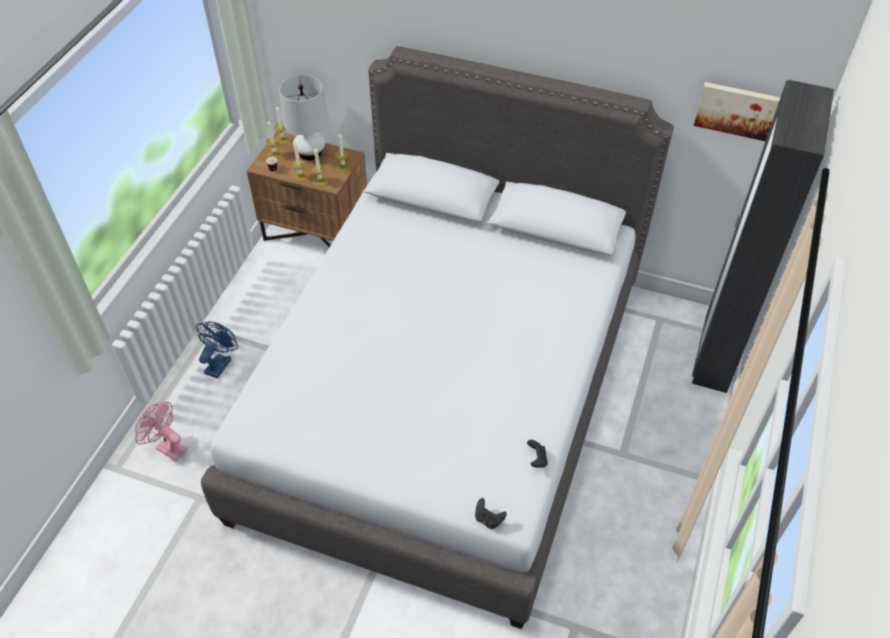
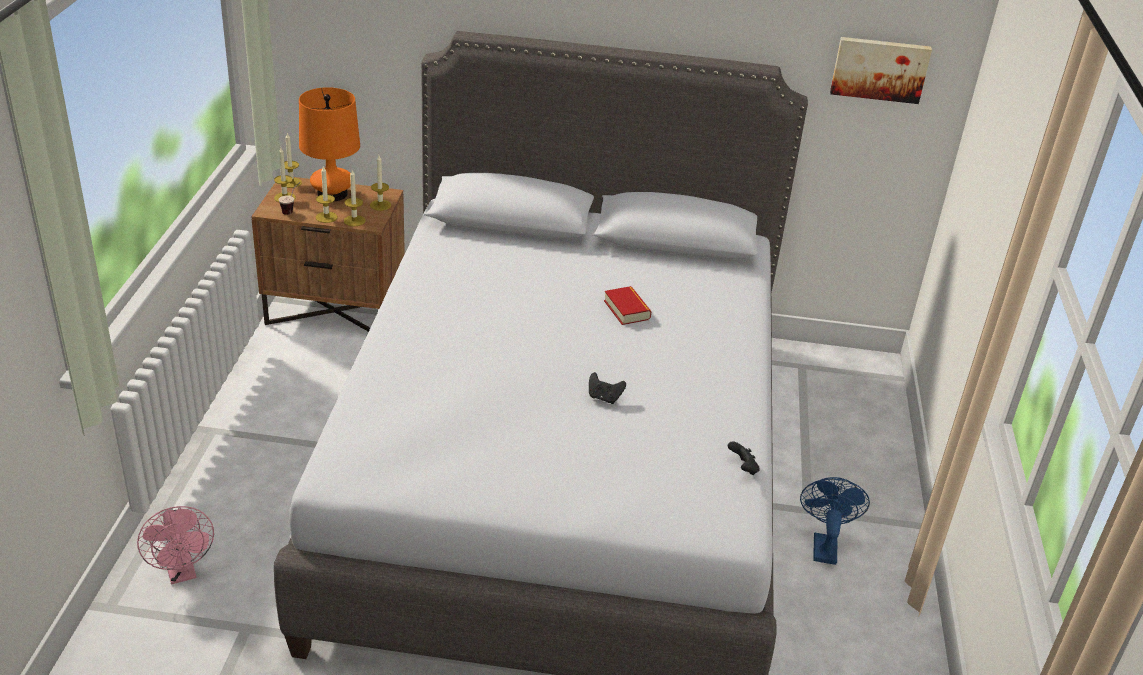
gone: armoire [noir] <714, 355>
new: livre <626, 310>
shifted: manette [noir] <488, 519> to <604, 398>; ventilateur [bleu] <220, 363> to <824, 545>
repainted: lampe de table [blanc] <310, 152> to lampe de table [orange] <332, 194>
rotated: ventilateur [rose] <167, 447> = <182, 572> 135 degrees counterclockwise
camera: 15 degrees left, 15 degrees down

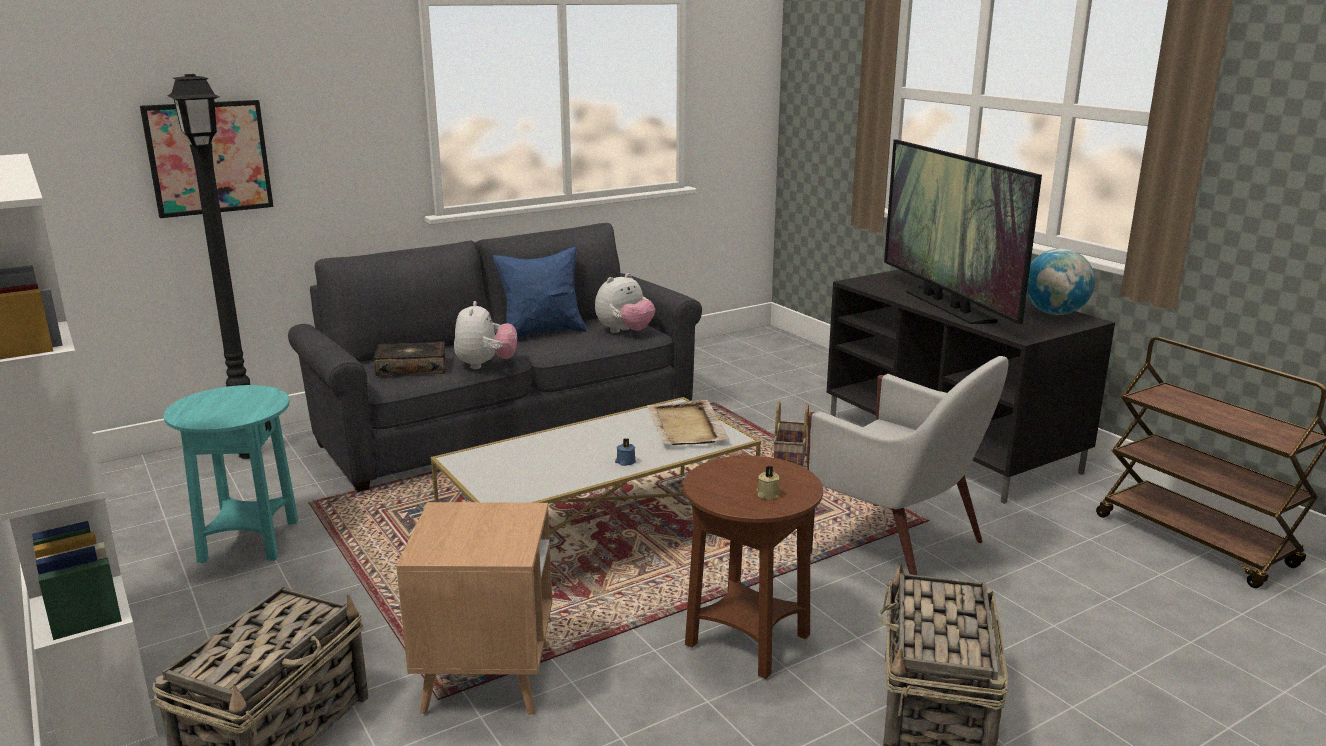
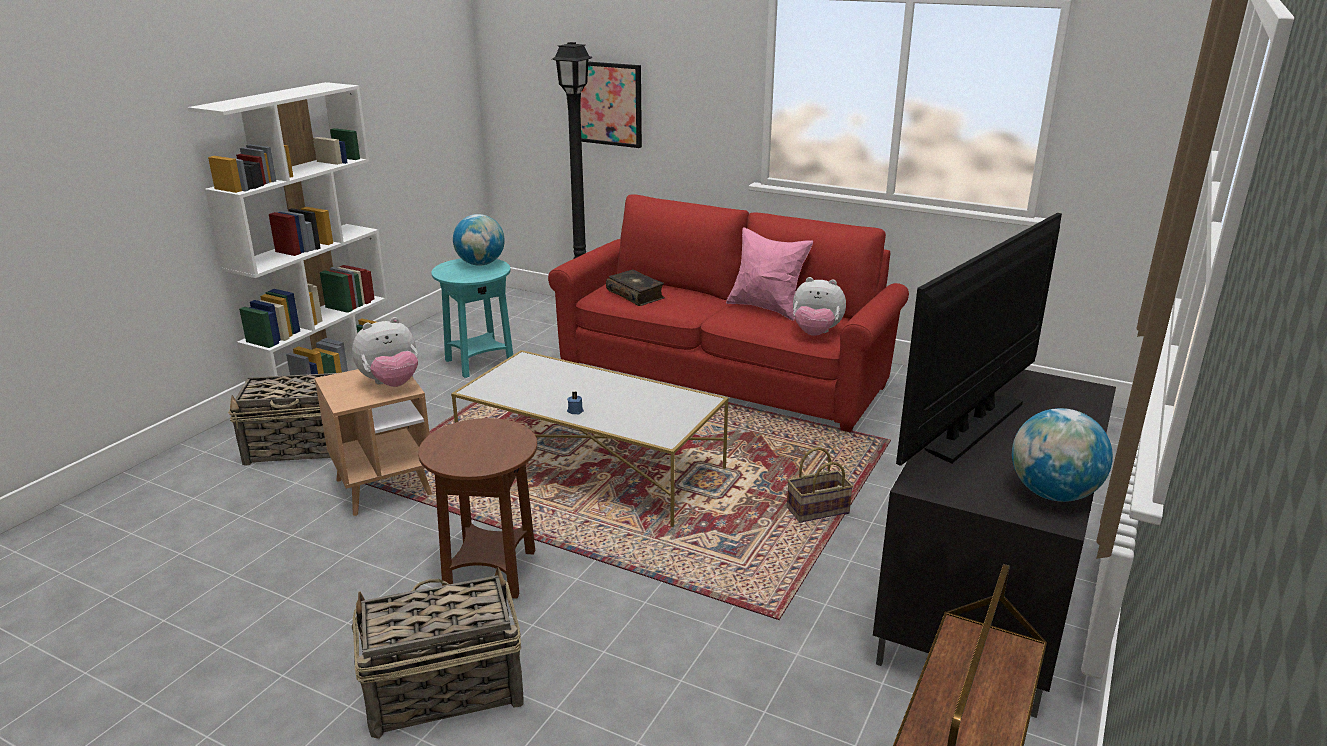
gone: plateau [beige] <686, 427>; bougie [beige] <767, 494>; fauteuil [blanc] <898, 549>
new: globe <481, 264>
shifted: peluche <485, 365> to <391, 384>
repainted: canapé [gris] <505, 424> to canapé [rouge] <725, 373>; coussin [bleu] <542, 333> to coussin [rose] <766, 308>
camera: 60 degrees right, 5 degrees up

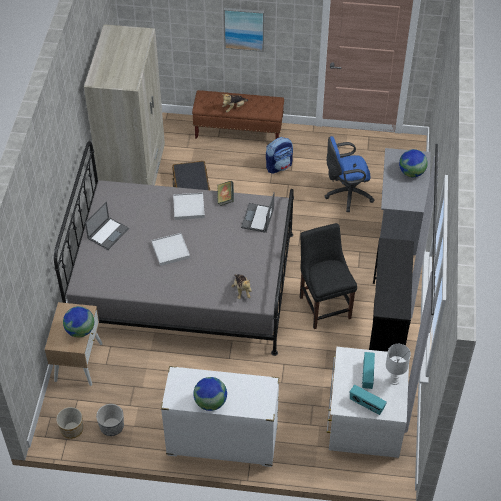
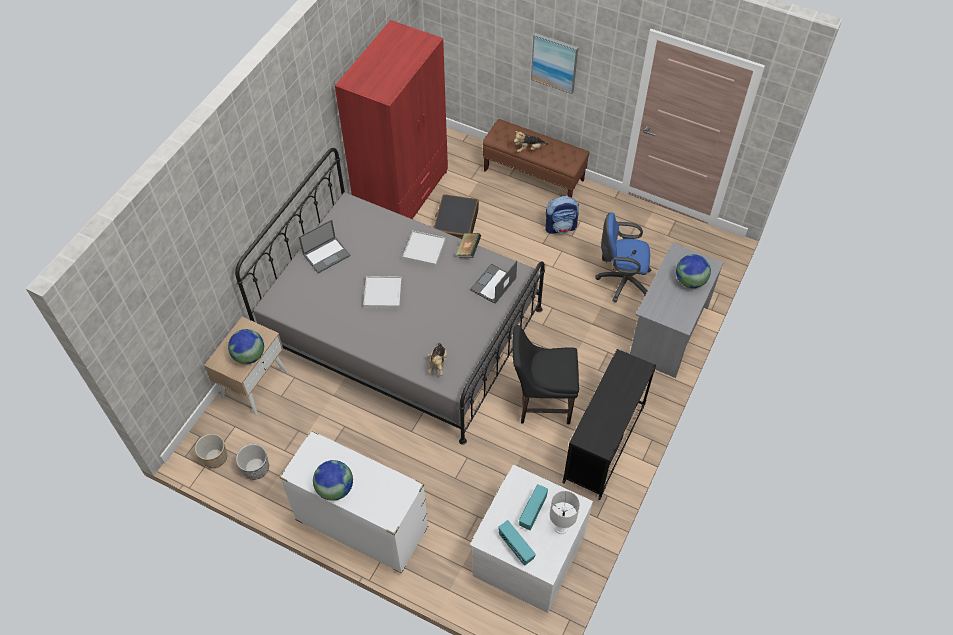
repainted: armoire [beige] <134, 175> to armoire [rouge] <403, 194>
rotated: chaise [noir] <324, 305> = <541, 403> 90 degrees counterclockwise
camera: 20 degrees right, 5 degrees up

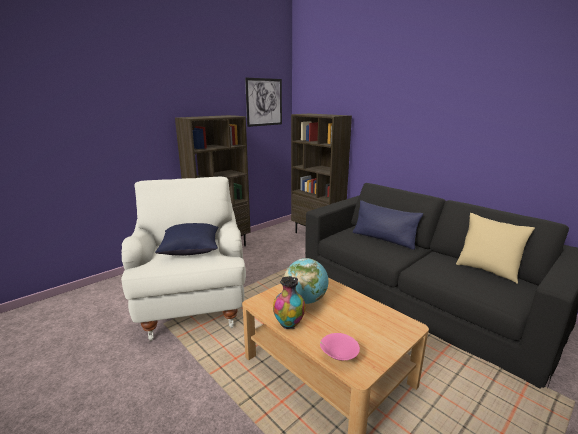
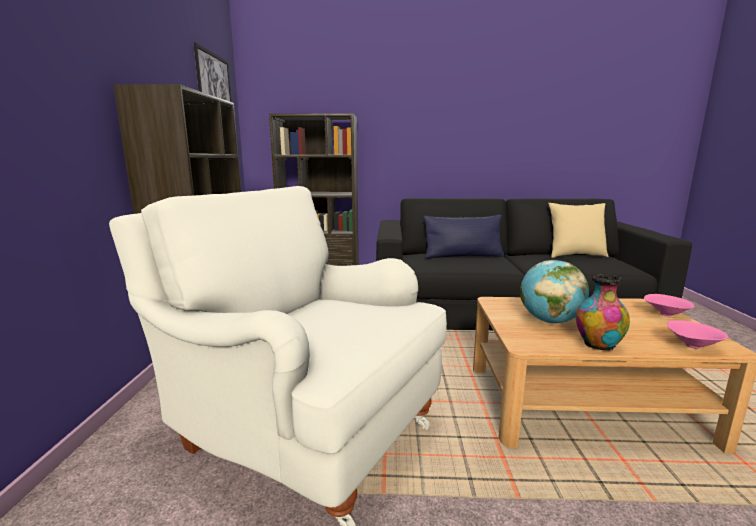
gone: coussin [bleu] <191, 249>
new: bol [rose] <664, 314>
camera: 45 degrees left, 5 degrees down

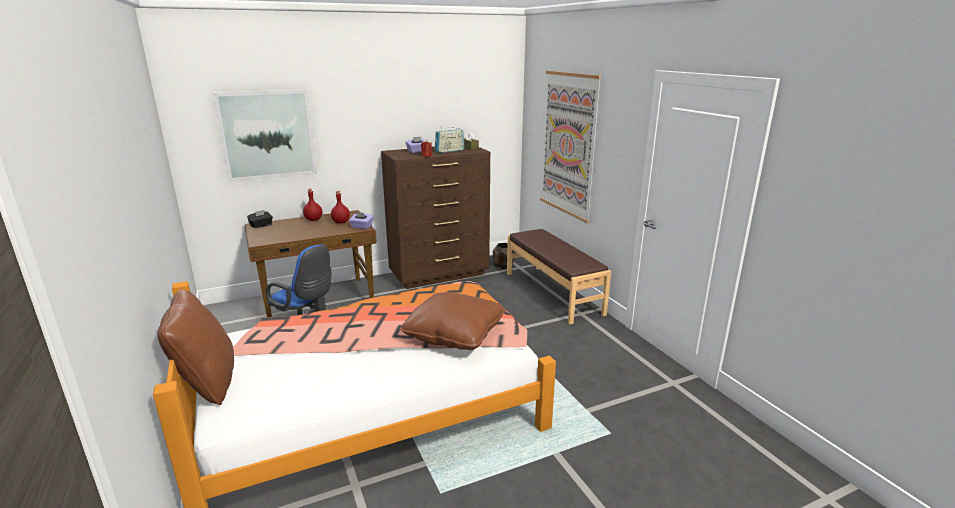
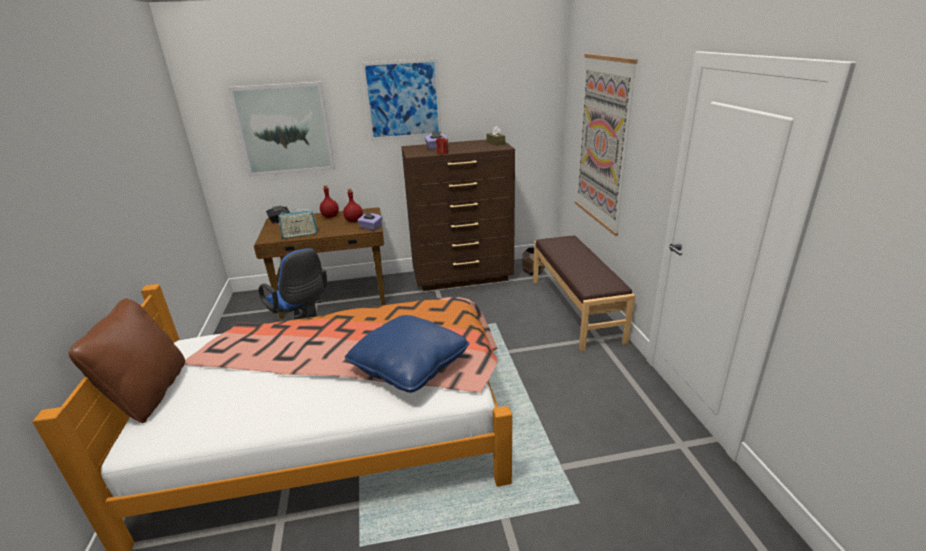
new: tableau <403, 100>
shifted: radio <449, 151> to <300, 235>
repainted: coussin [marron] <454, 334> to coussin [bleu] <409, 366>
camera: 15 degrees right, 5 degrees up

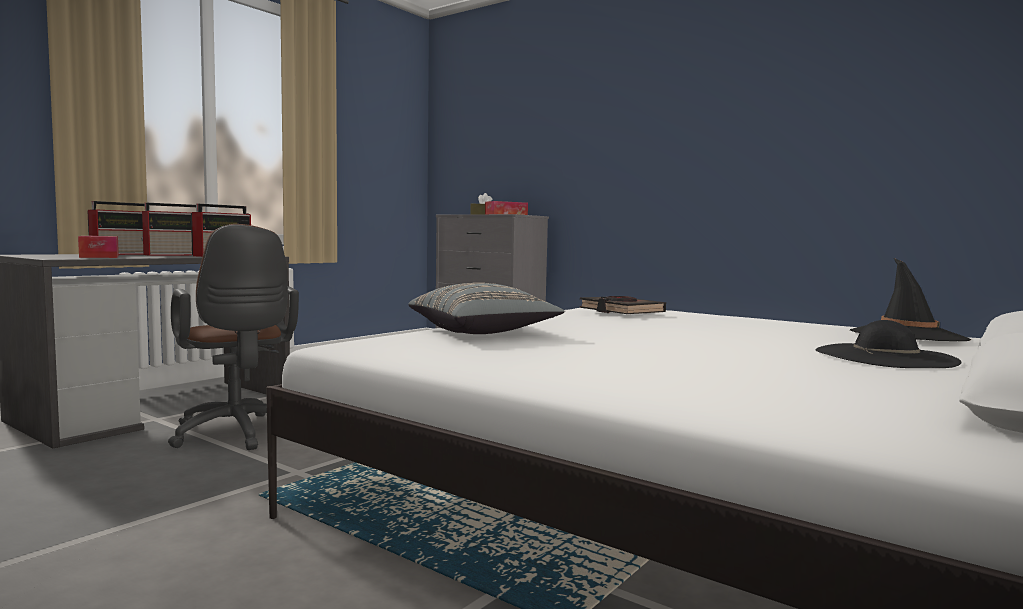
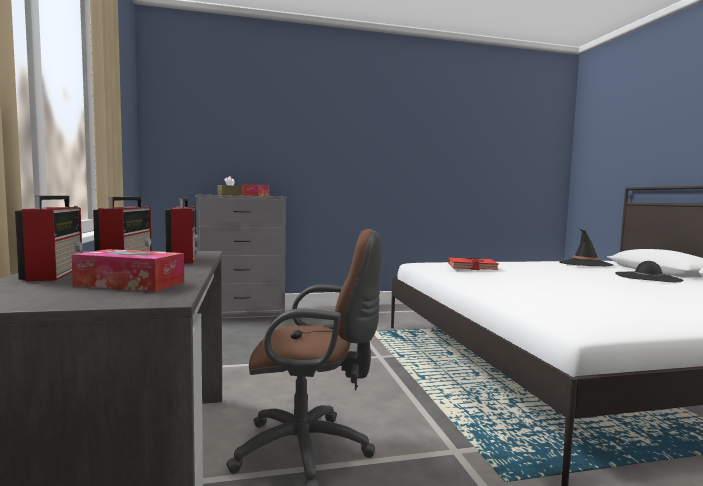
gone: coussin [gris] <483, 332>
repainted: livre [noir] <621, 311> to livre [rouge] <472, 267>
camera: 50 degrees left, 0 degrees up

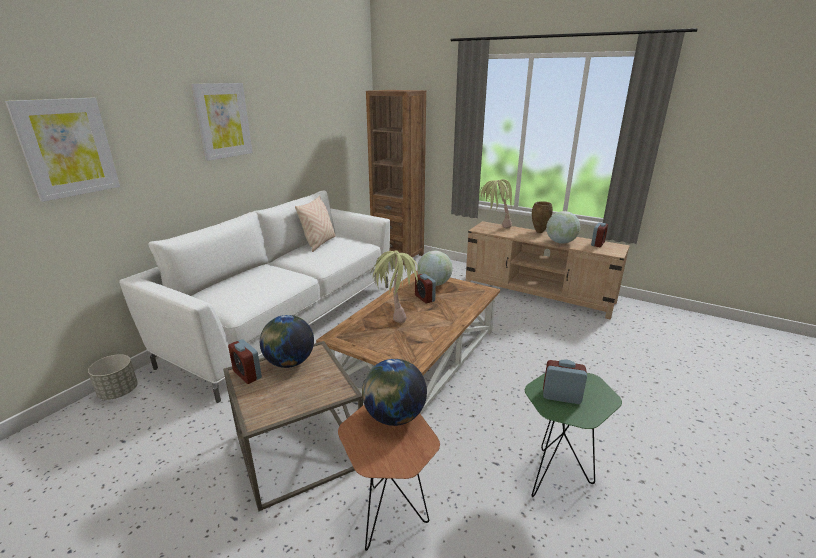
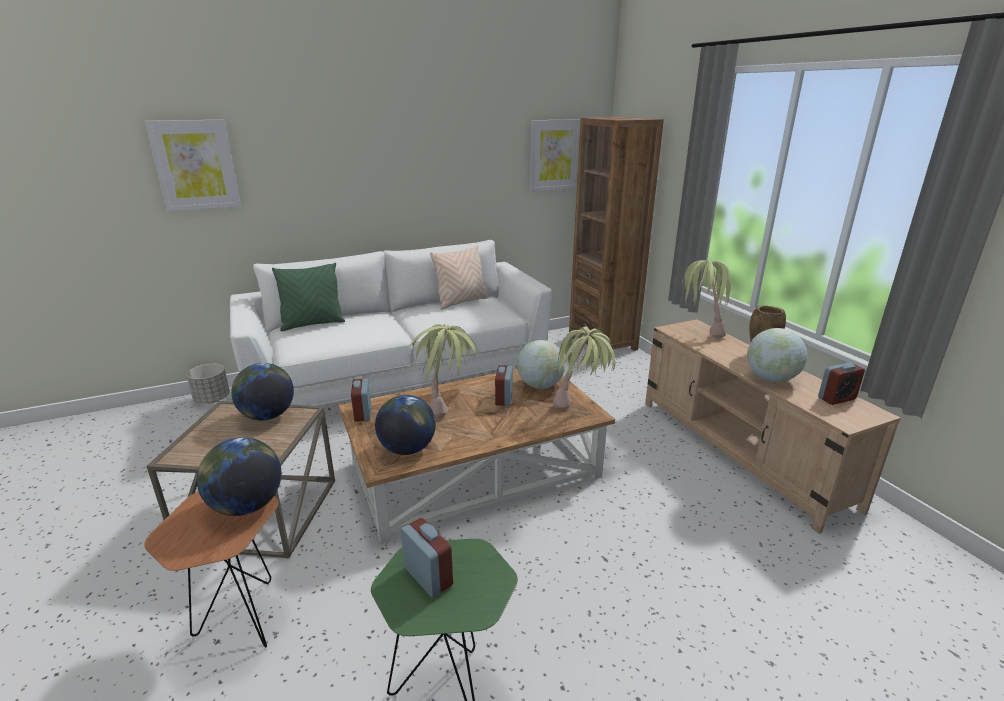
new: coussin [vert] <313, 324>; globe <407, 449>; plante en pot <581, 410>
shifted: réveil <247, 374> to <363, 413>; tableau <223, 121> to <554, 155>
camera: 35 degrees right, 0 degrees up

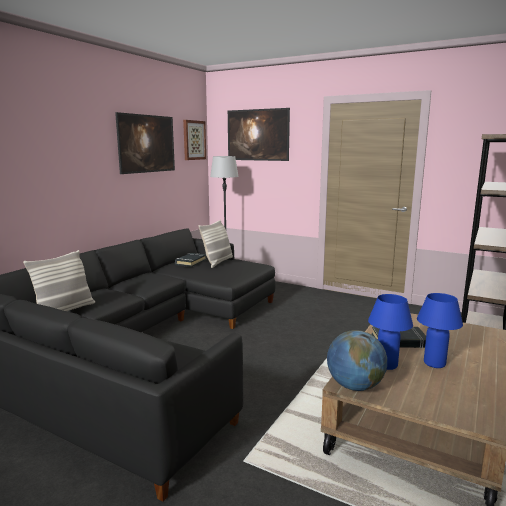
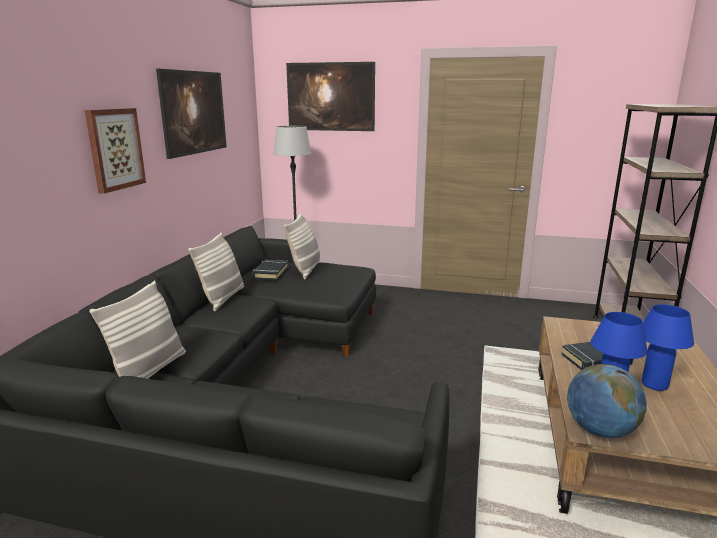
new: coussin <222, 298>
shifted: tableau <194, 140> to <115, 149>
camera: 15 degrees left, 5 degrees up

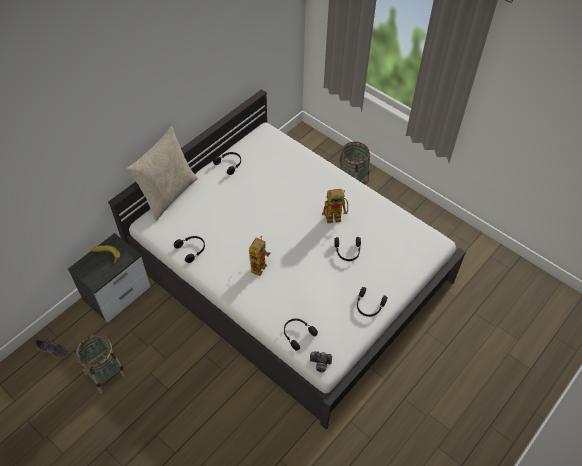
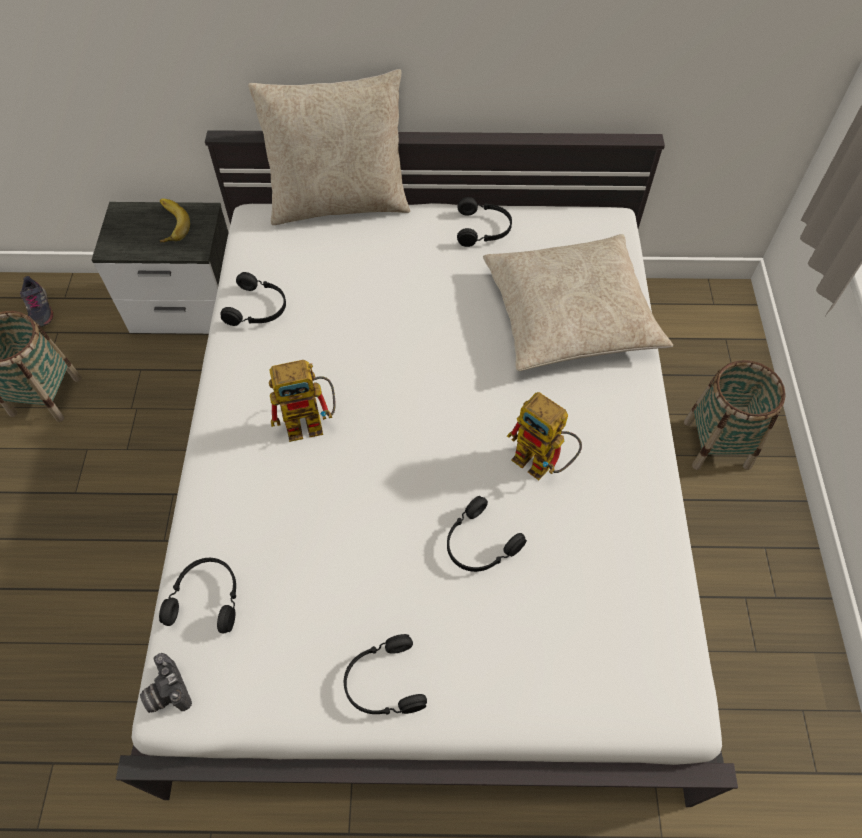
new: coussin [beige] <570, 314>
camera: 50 degrees right, 5 degrees up

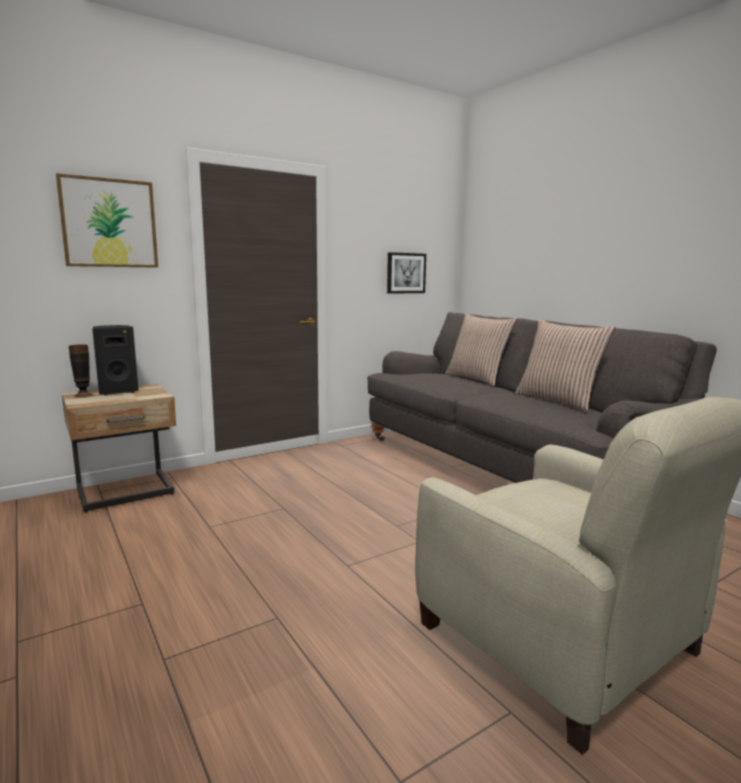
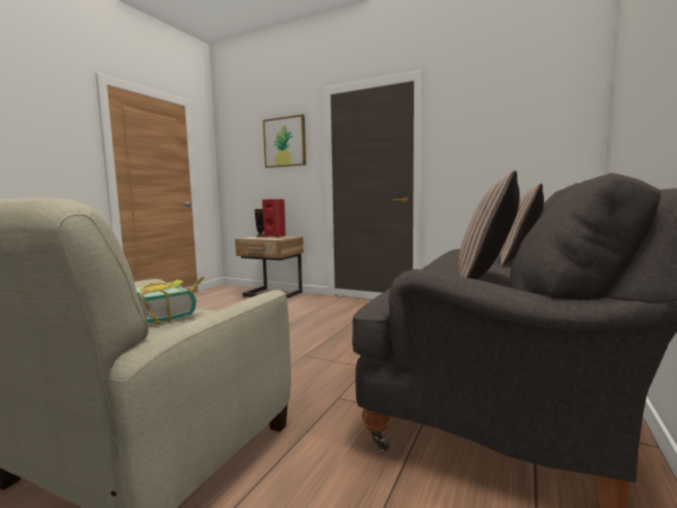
gone: tableau <405, 273>
new: livre <171, 314>
repainted: enceinte [noir] <118, 391> to enceinte [rouge] <275, 236>
camera: 60 degrees right, 5 degrees down

